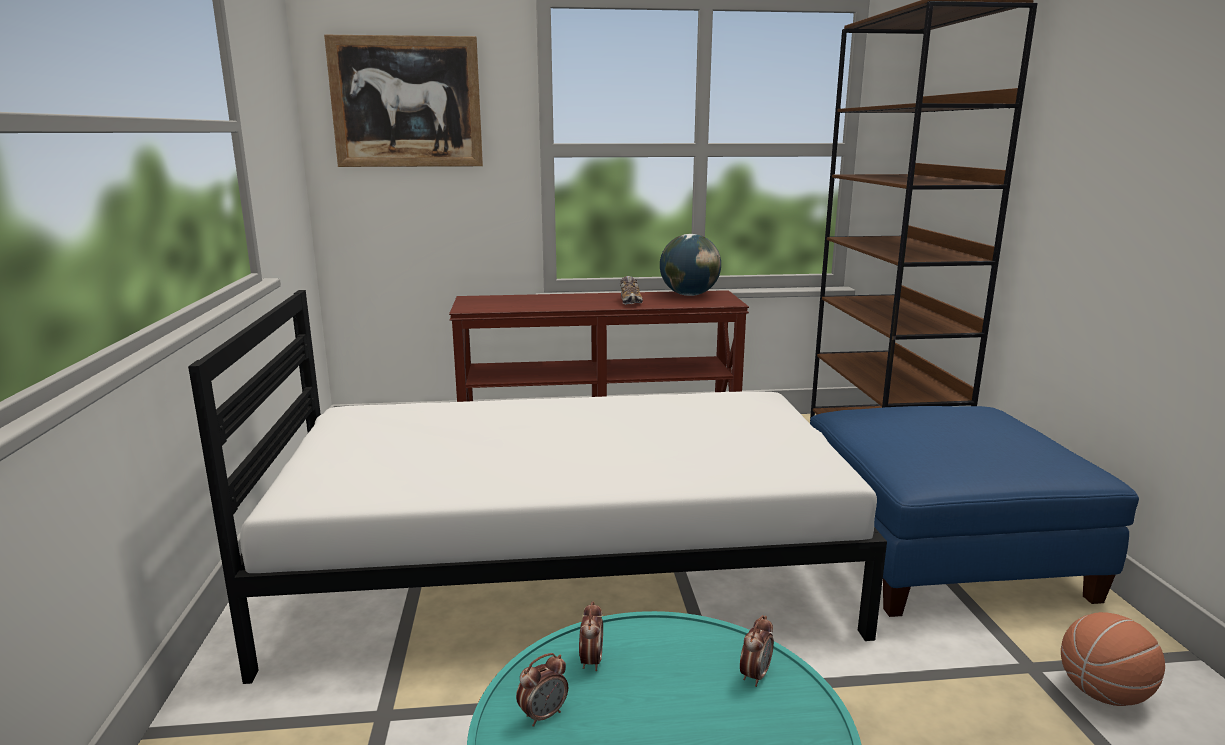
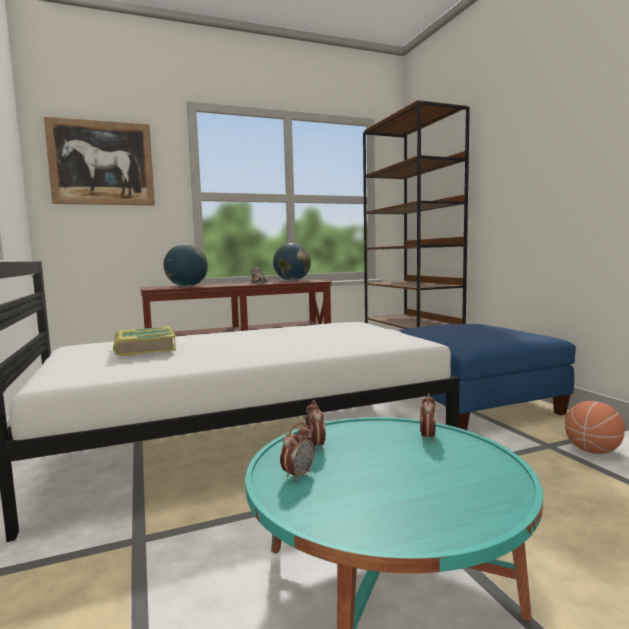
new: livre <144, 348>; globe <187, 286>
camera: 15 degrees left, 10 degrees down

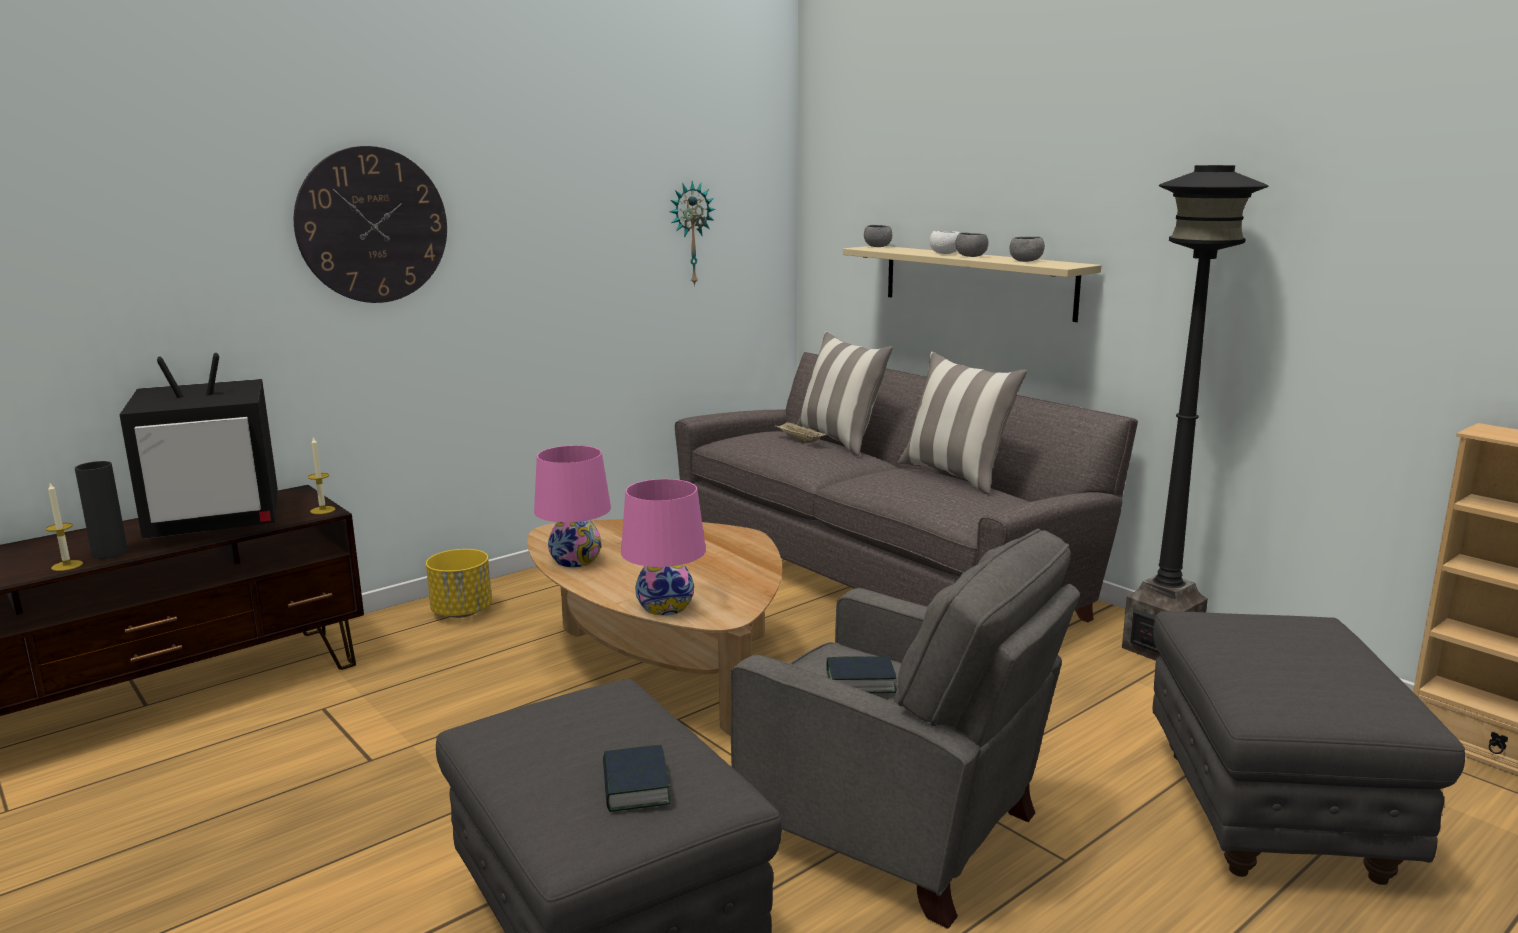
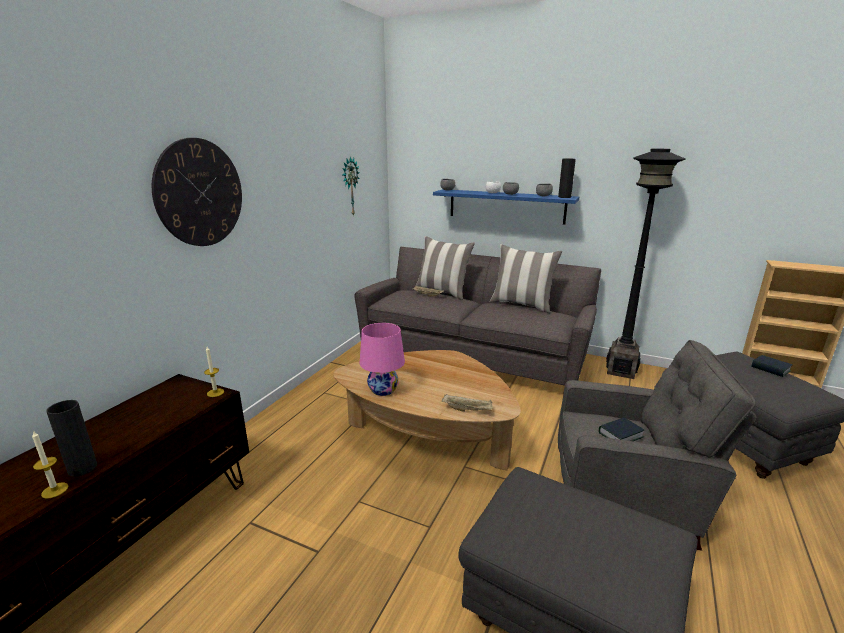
gone: téléviseur <218, 521>; cache-pot [jaune] <462, 612>
new: vase [noir] <564, 197>
shifted: livre <635, 786> to <770, 369>
swapped: lampe de table [rose] <665, 606> to plateau [beige] <468, 410>
repainted: étagère [beige] <977, 281> to étagère [bleu] <506, 206>
camera: 25 degrees left, 5 degrees up

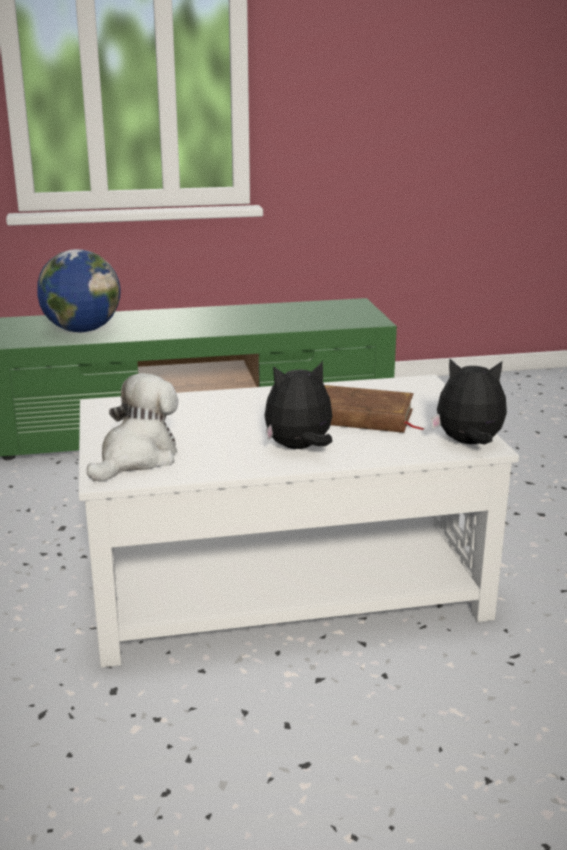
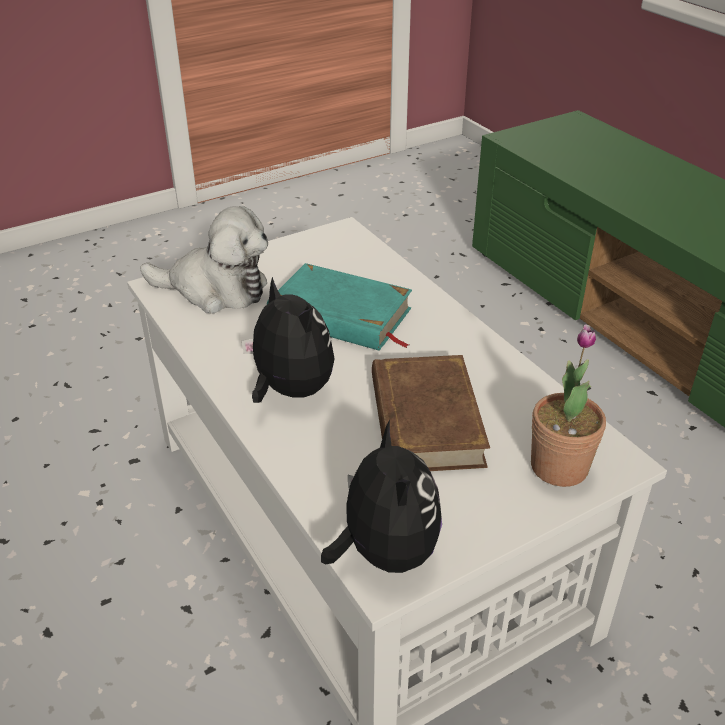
gone: globe <82, 330>
new: livre [turquoise] <340, 315>; plante en pot <559, 467>
camera: 70 degrees right, 15 degrees up

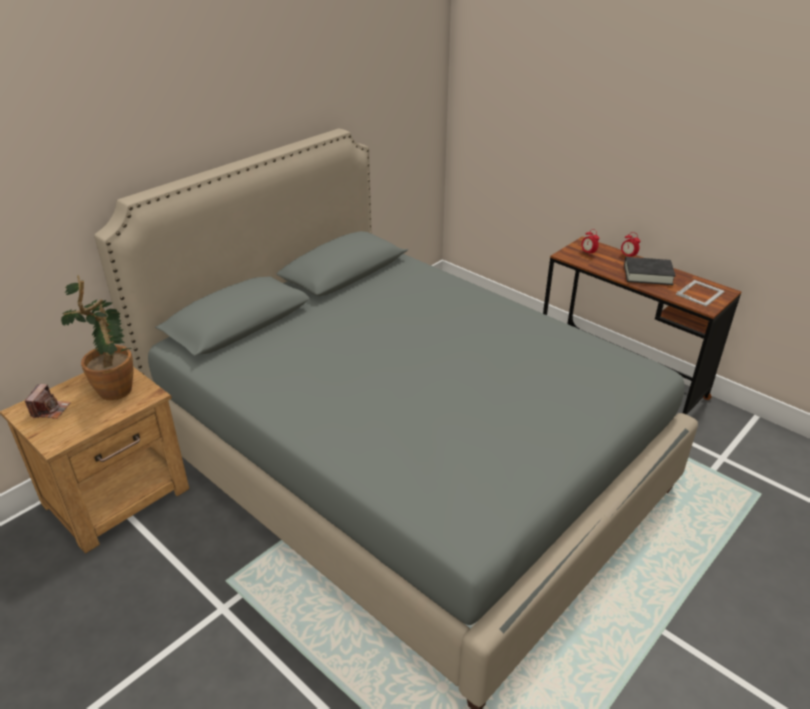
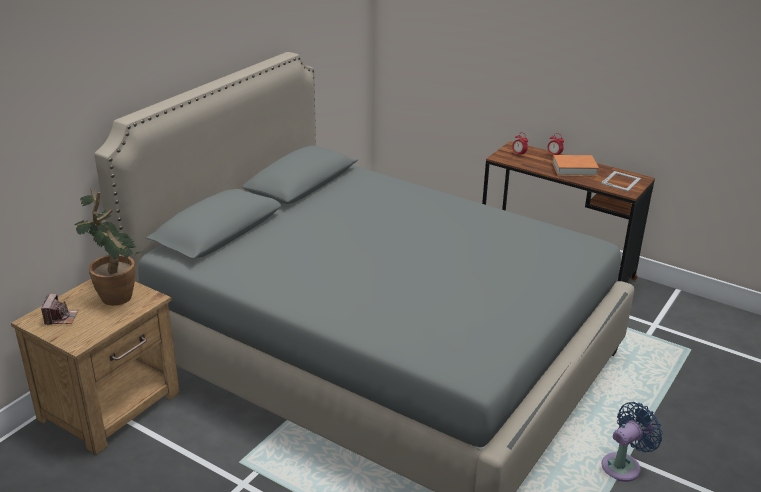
new: ventilateur [bleu] <624, 465>
repainted: livre [noir] <648, 275> to livre [orange] <574, 169>
camera: 10 degrees left, 5 degrees down

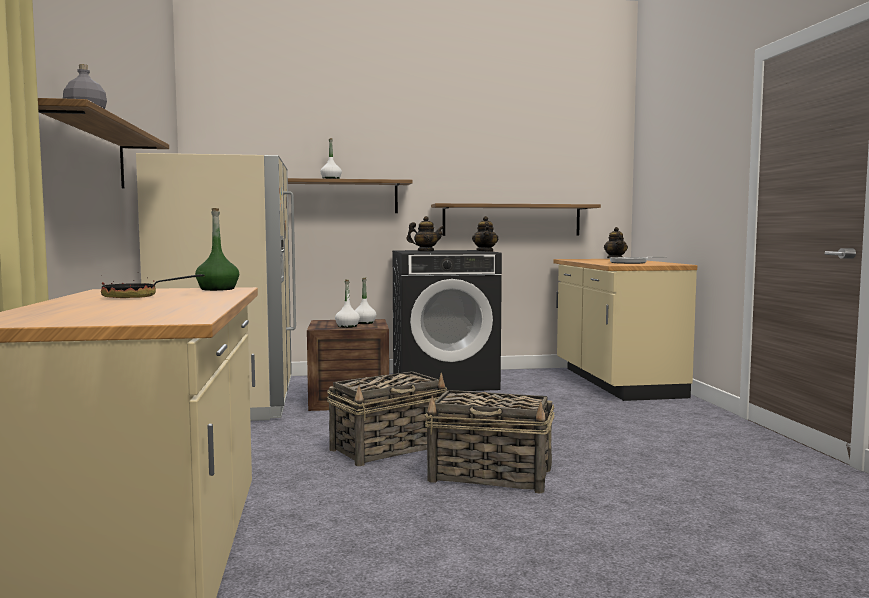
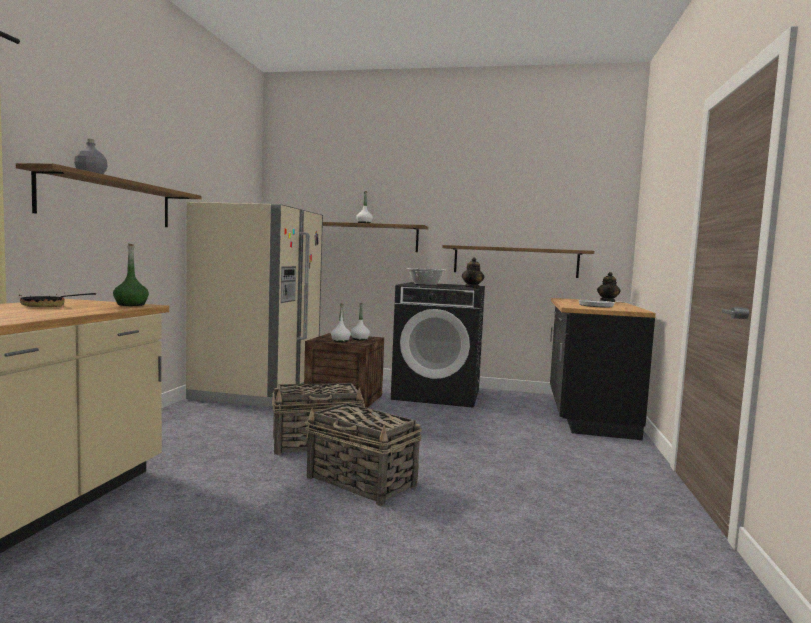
swapped: théière <425, 251> to marmite <425, 284>
repainted: comptoir de cuisine [beige] <615, 382> to comptoir de cuisine [noir] <587, 414>
camera: 20 degrees right, 0 degrees up

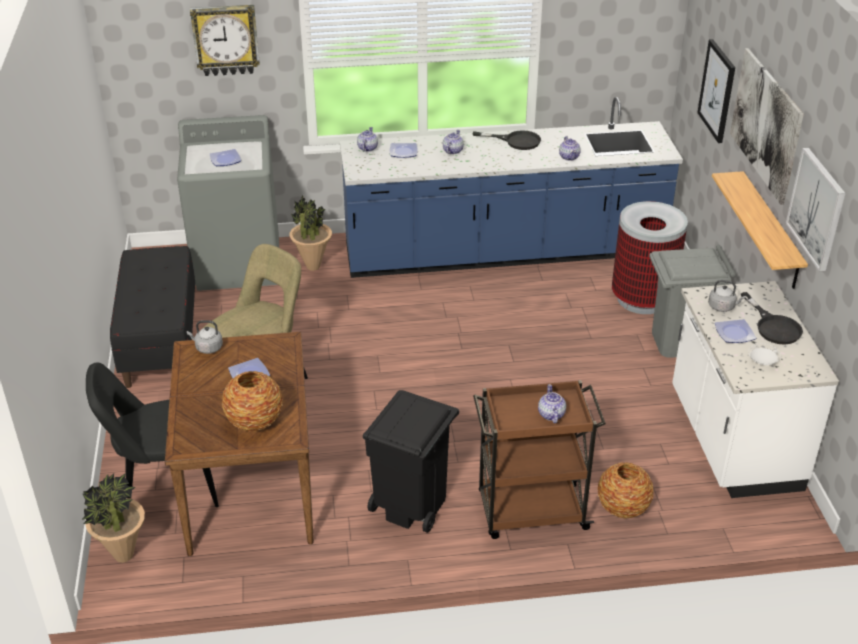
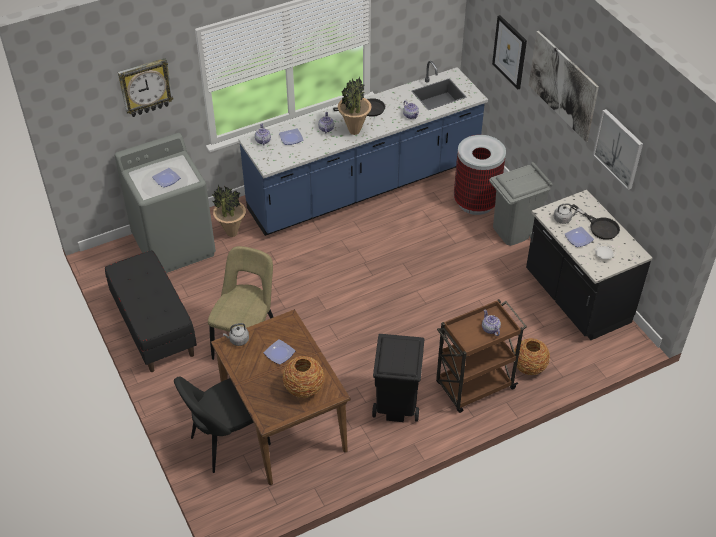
gone: étagère <770, 231>
shifted: plante en pot <123, 556> to <354, 131>
repainted: comptoir de cuisine [blanc] <732, 441> to comptoir de cuisine [noir] <576, 299>
camera: 20 degrees left, 10 degrees up

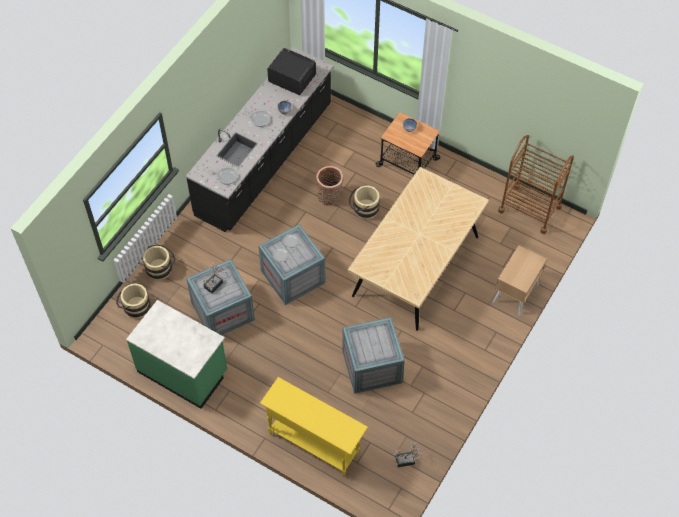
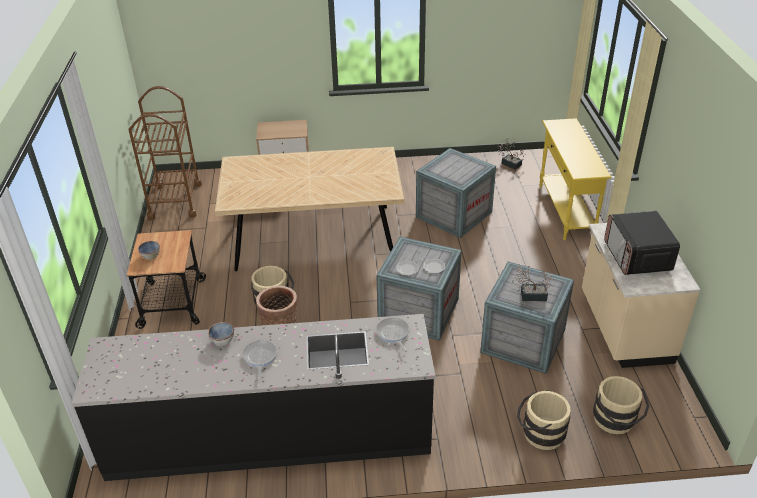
shifted: micro-ondes <291, 79> to <637, 257>
repainted: comptoir de cuisine [vert] <183, 371> to comptoir de cuisine [beige] <623, 328>
camera: 125 degrees left, 20 degrees down

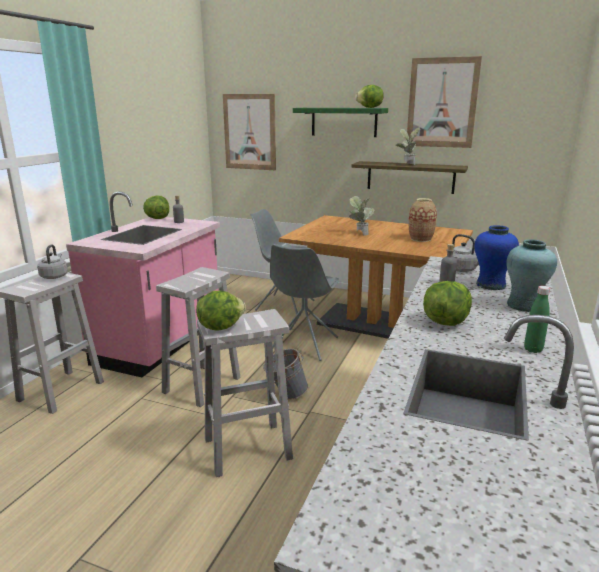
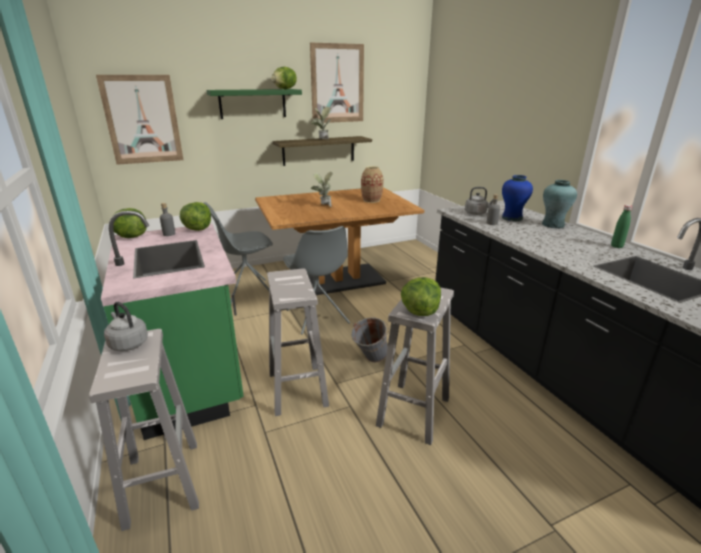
shifted: laitue <445, 322> to <197, 229>
repainted: comptoir de cuisine [rose] <161, 345> to comptoir de cuisine [vert] <192, 377>
camera: 45 degrees left, 5 degrees up

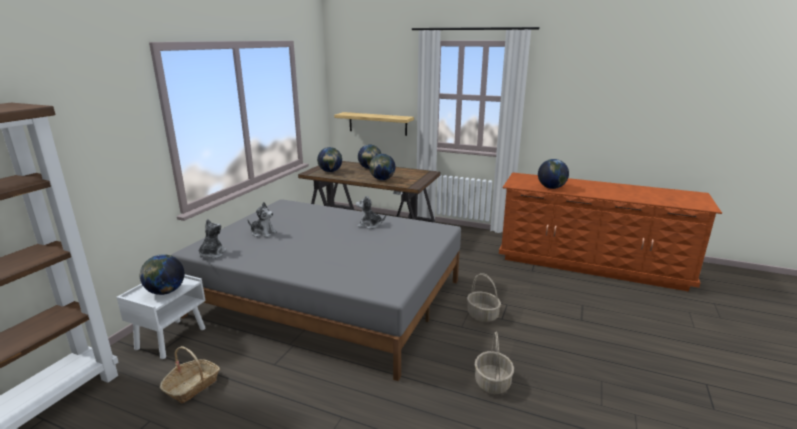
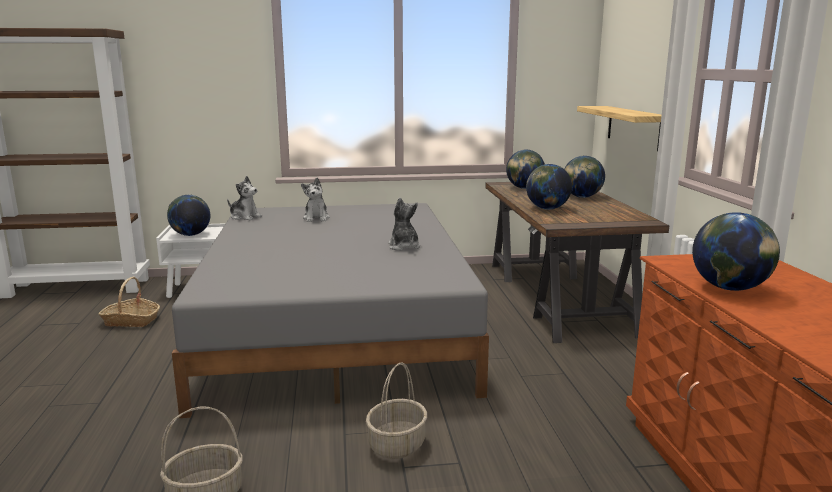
rotated: peluche <212, 254> = <245, 217> 45 degrees clockwise
camera: 60 degrees right, 5 degrees down

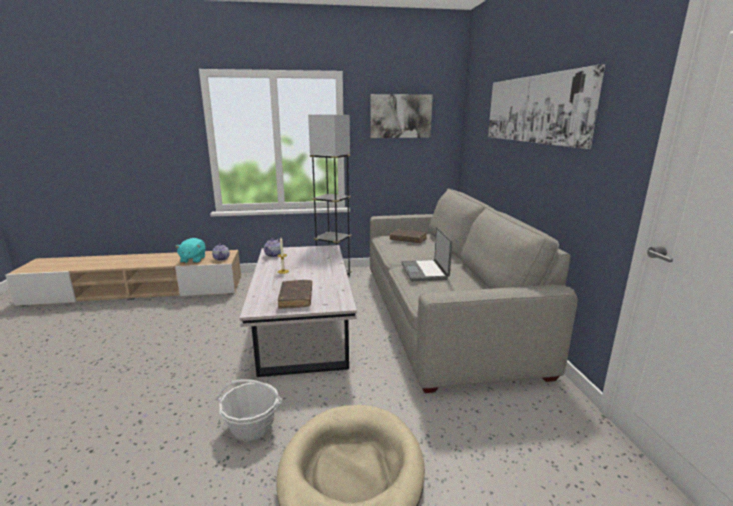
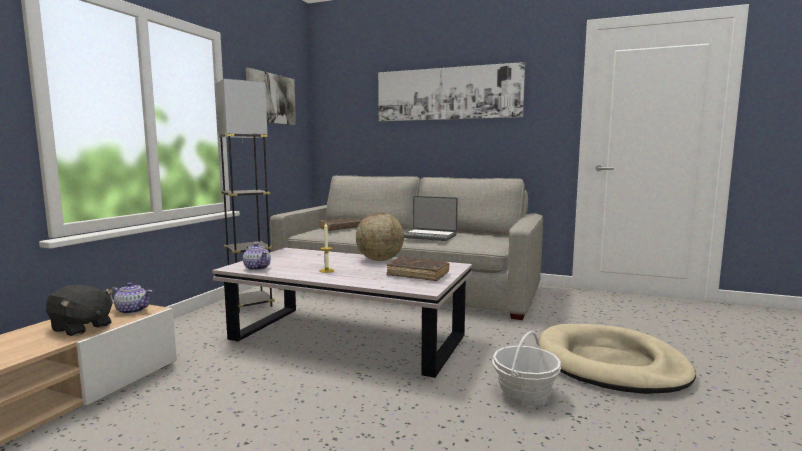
new: globe <380, 260>
repainted: peluche [turquoise] <193, 260> to peluche [noir] <81, 328>
camera: 60 degrees left, 10 degrees down

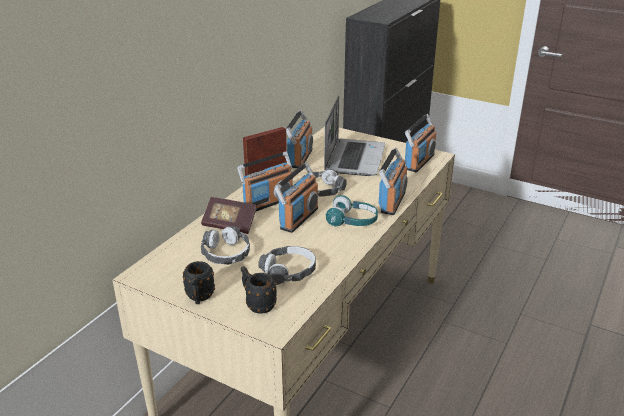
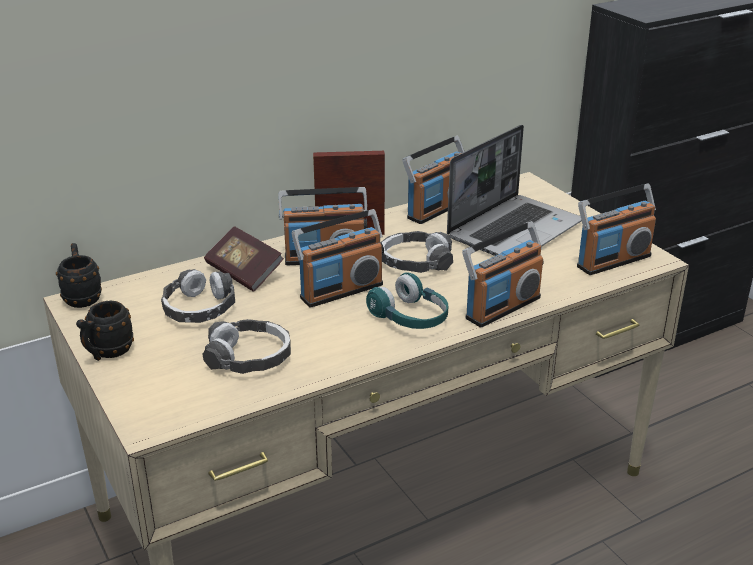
shifted: mug [noir] <257, 304> to <82, 297>
camera: 30 degrees right, 0 degrees up

